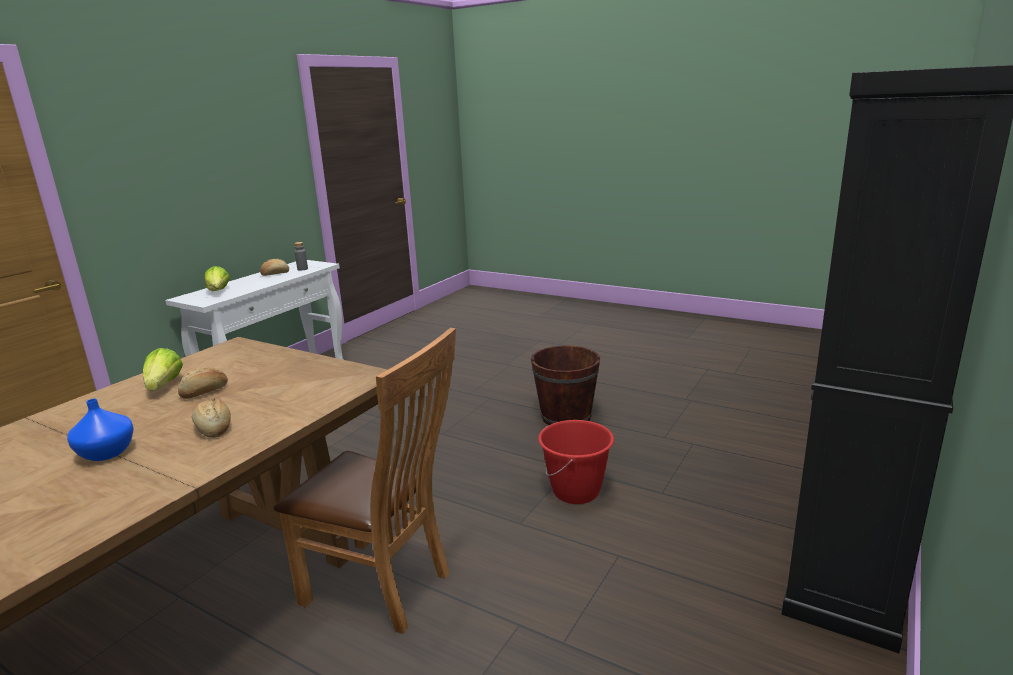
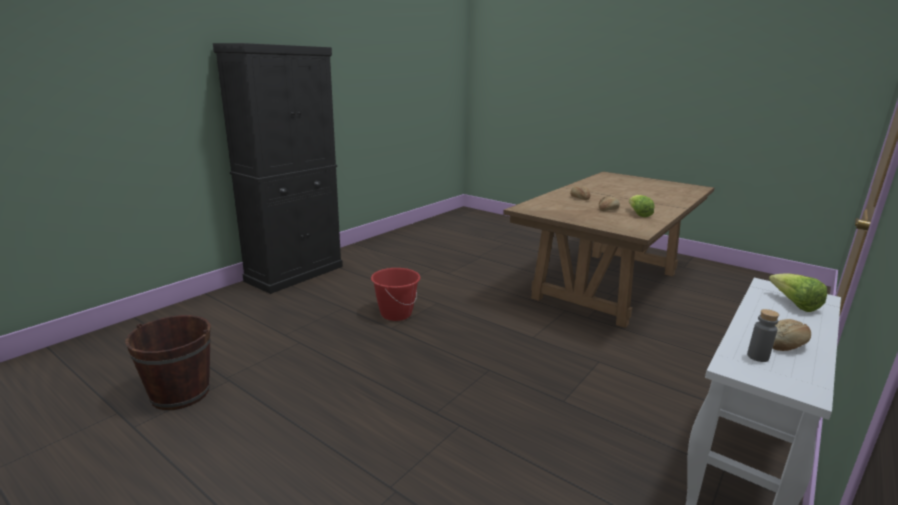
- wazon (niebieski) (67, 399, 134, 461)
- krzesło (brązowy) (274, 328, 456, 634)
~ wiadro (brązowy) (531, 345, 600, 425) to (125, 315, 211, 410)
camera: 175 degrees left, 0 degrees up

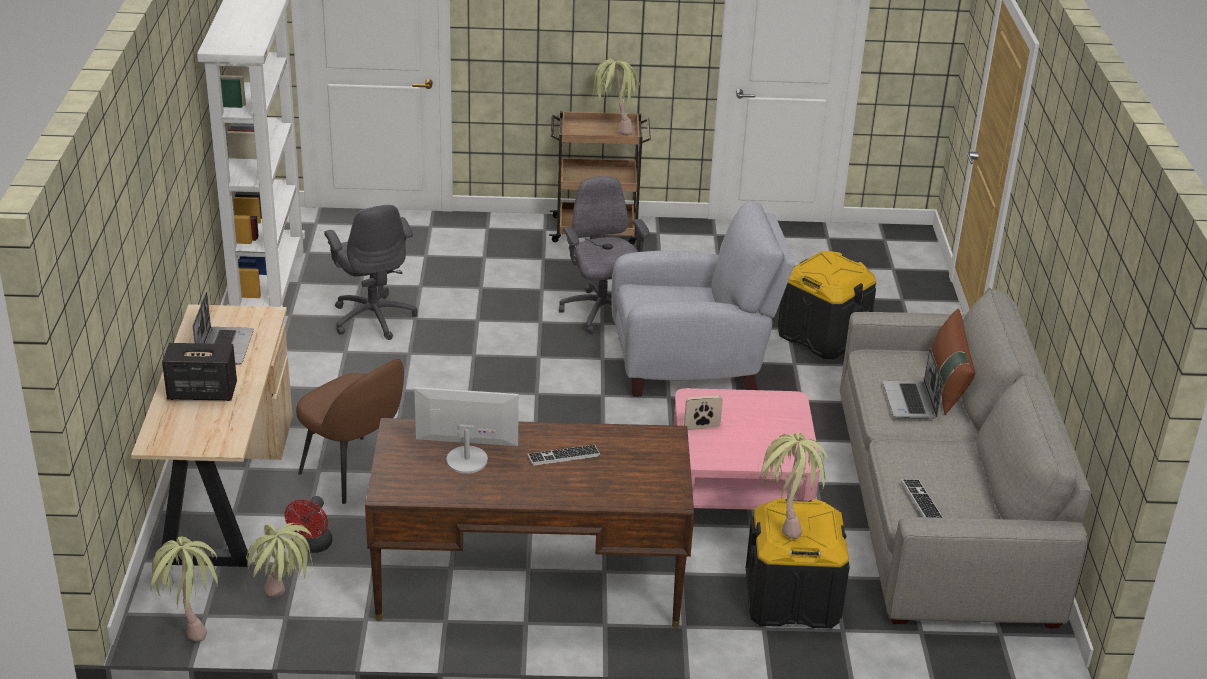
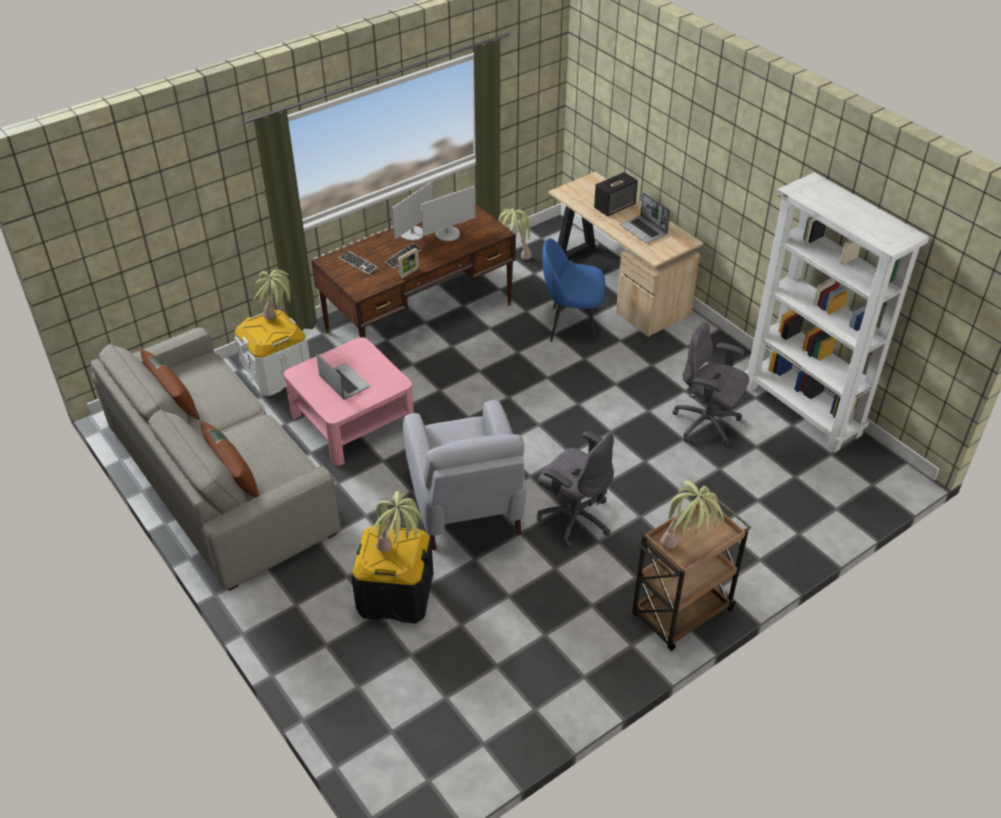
~ roślina doniczkowa (150, 536, 218, 641) to (372, 491, 422, 552)
- wentylator (czerwony) (285, 496, 333, 553)
~ krzesło (brązowy) (296, 359, 404, 504) to krzesło (niebieski) (542, 238, 605, 345)
~ fotel (szary) (611, 201, 795, 397) = (403, 400, 526, 550) 60 degrees counterclockwise
~ ramka na zdjęcie (684, 395, 723, 430) to (398, 248, 419, 278)
~ pojemnik do przechowywania (czarny) (746, 498, 850, 629) to pojemnik do przechowywania (biały) (235, 310, 310, 396)
~ laptop (883, 348, 943, 418) to (316, 353, 370, 400)
~ klawiatura (901, 479, 943, 518) to (339, 251, 377, 275)
+ poduszka (brązowy) (140, 349, 200, 420)
+ monitor (392, 181, 434, 241)
camera: 145 degrees right, 10 degrees up

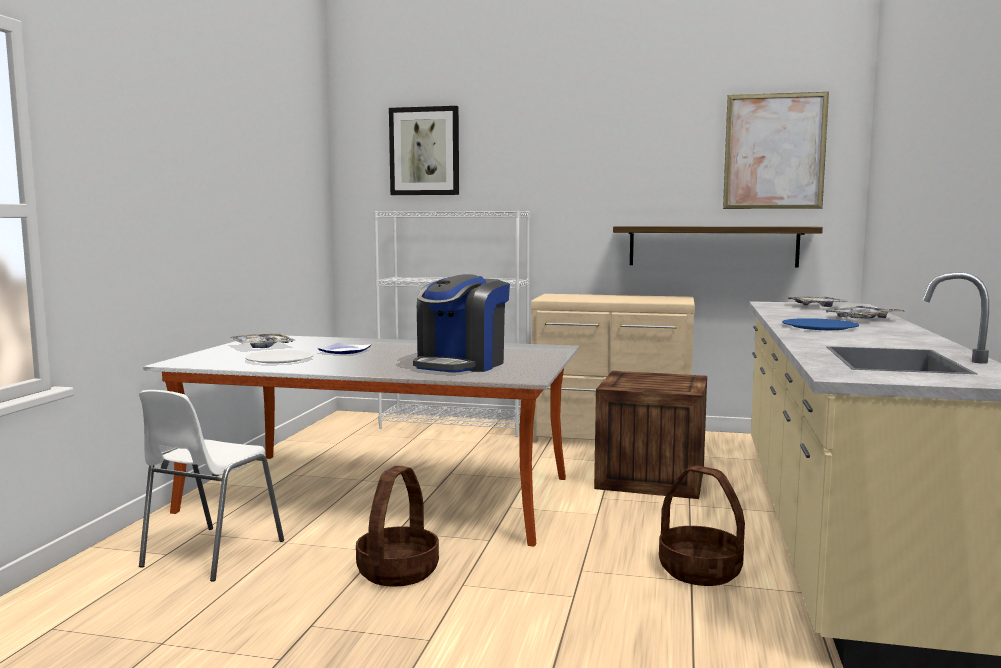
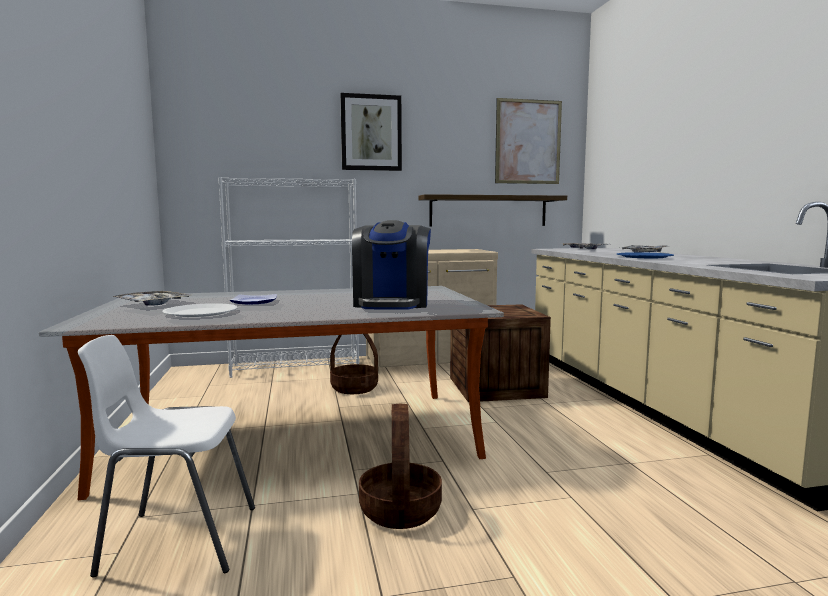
~ krzesło (biały) (139, 390, 284, 582) = (78, 335, 255, 577) 90 degrees clockwise
~ obraz (389, 106, 459, 195) to (340, 93, 402, 171)
~ koszyk (659, 465, 745, 586) to (330, 334, 378, 394)
camera: 25 degrees left, 0 degrees up

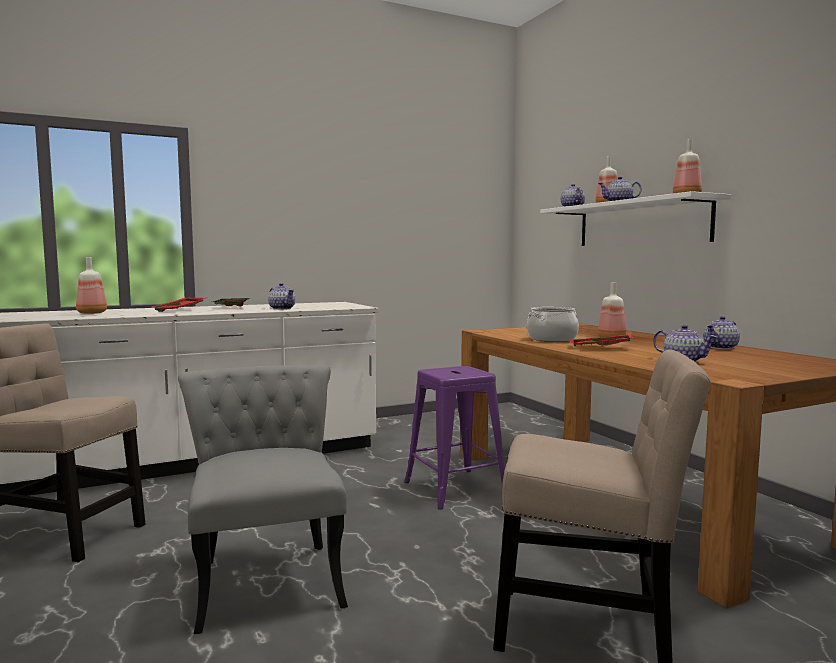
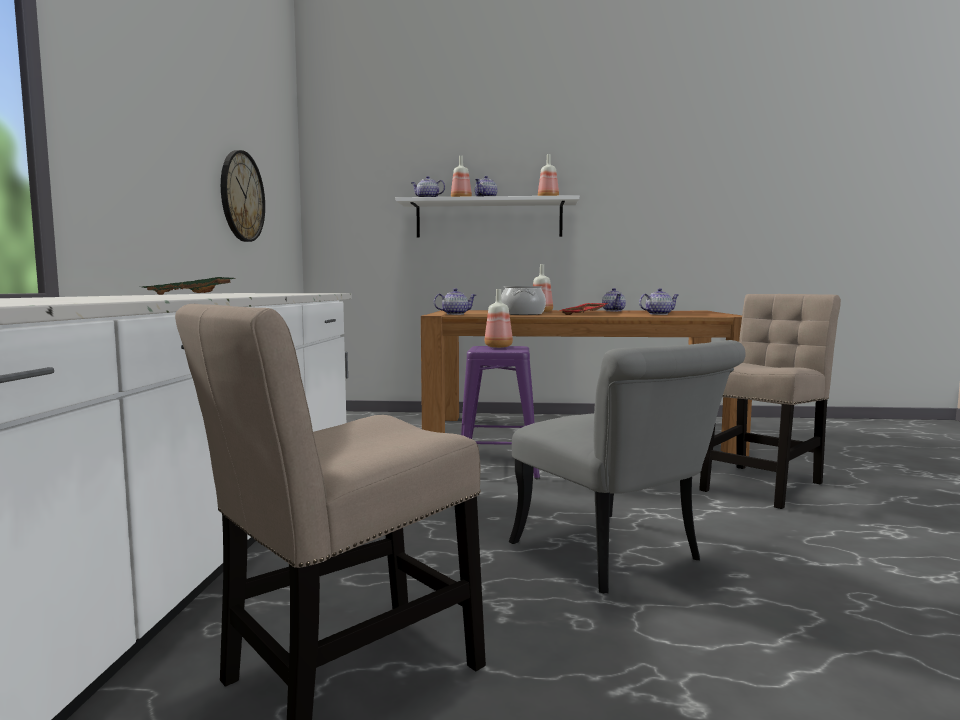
~ butelka (76, 257, 107, 314) to (485, 289, 513, 348)
- taca (czerwony) (152, 298, 206, 312)
~ krzesło (szary) (178, 365, 348, 634) = (509, 340, 746, 593) 135 degrees counterclockwise
~ imbryk (268, 283, 295, 310) to (434, 288, 476, 315)
+ zegar ścienny (221, 150, 265, 242)
camera: 60 degrees left, 0 degrees up

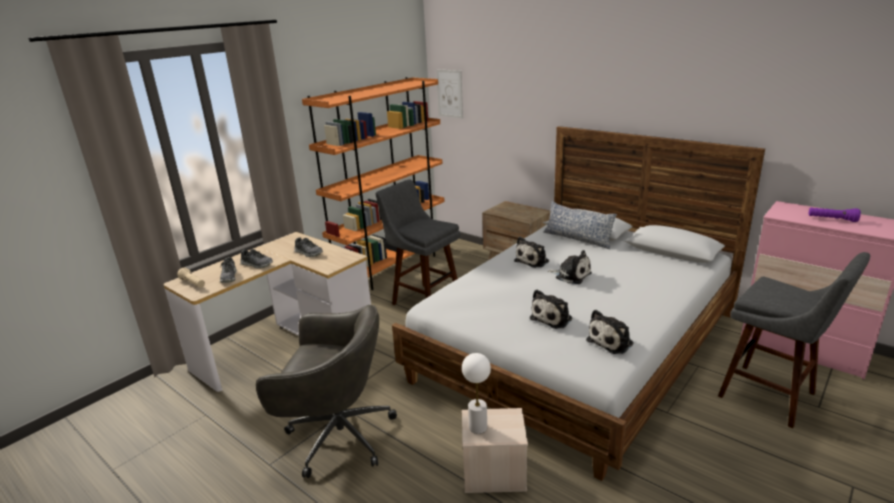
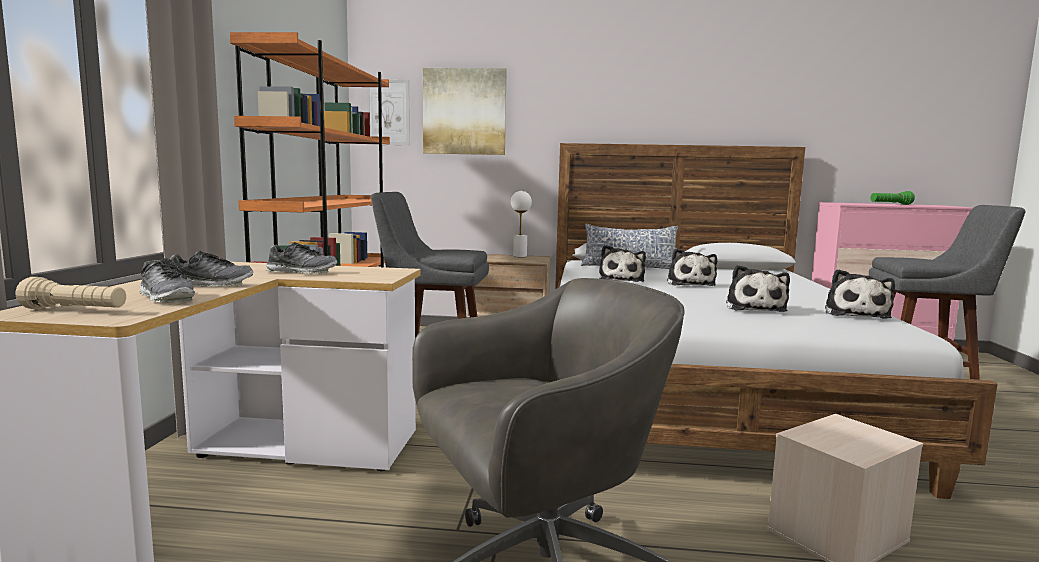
~ lampa stołowa (biały) (462, 353, 491, 434) to (511, 191, 532, 257)
~ pluszak (548, 250, 592, 284) = (667, 248, 717, 286) 90 degrees clockwise
~ latarka (fioletowy) (809, 208, 861, 222) to latarka (zielony) (870, 191, 915, 205)
+ obraz (423, 68, 507, 155)
camera: 35 degrees left, 15 degrees down

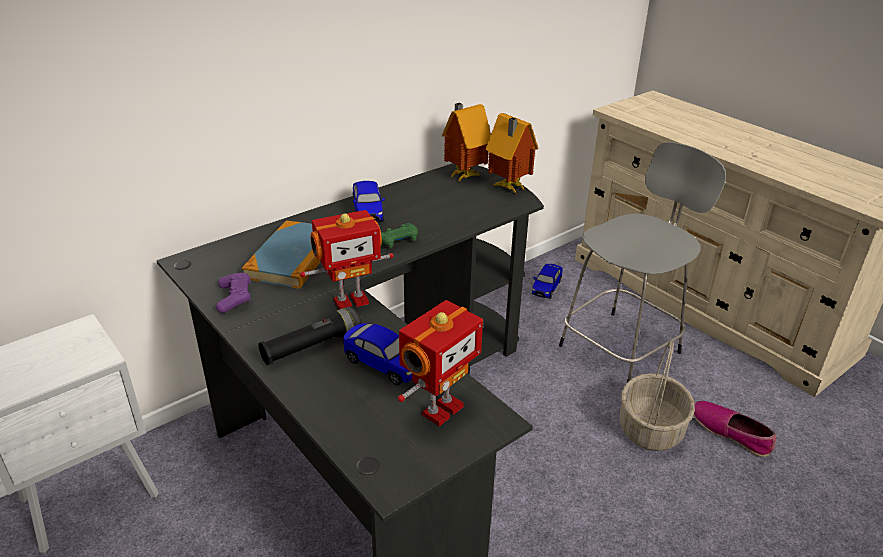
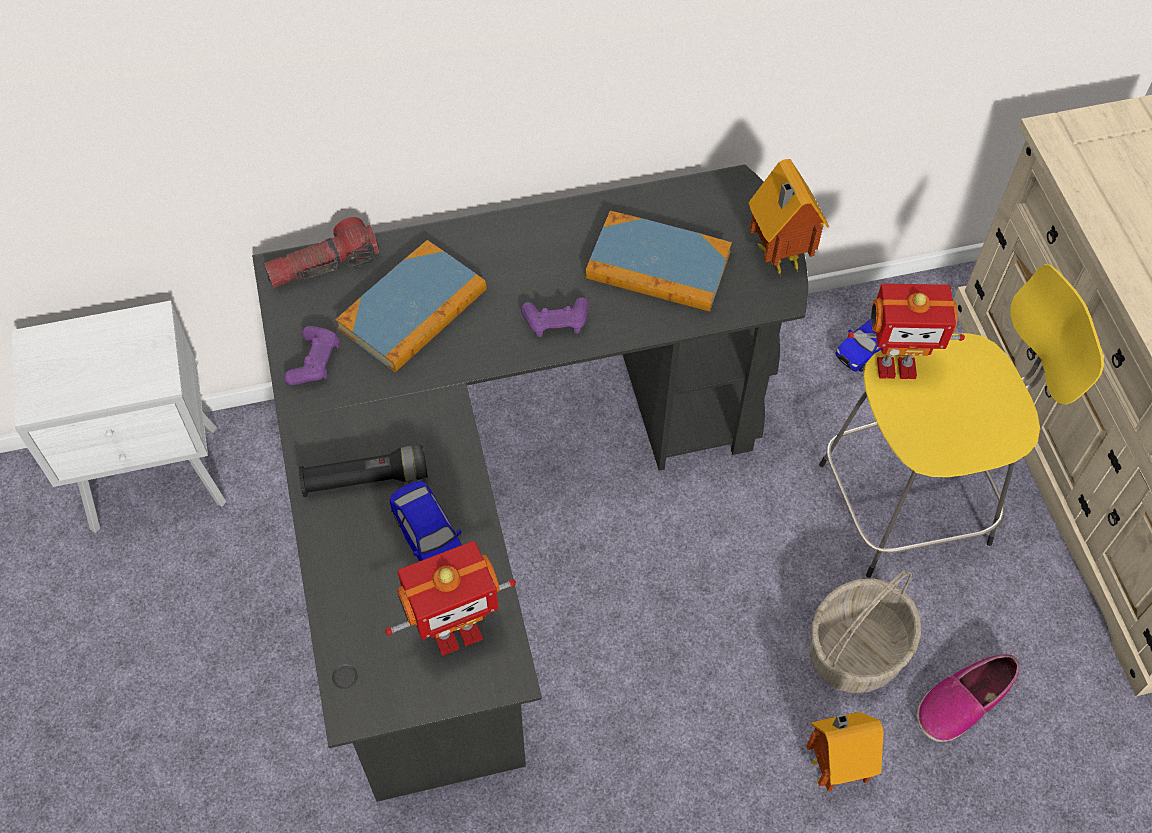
~ robot zabawkowy (300, 210, 394, 309) to (848, 283, 965, 379)
- samochodzik (353, 181, 385, 222)
~ pad do gier (zielony) (381, 223, 418, 248) to pad do gier (fioletowy) (521, 297, 589, 337)
~ domek (442, 102, 491, 181) to (806, 712, 884, 791)
~ stołek (szary) (559, 142, 726, 382) to stołek (żółty) (819, 264, 1104, 578)
~ but (693, 401, 776, 457) = (917, 654, 1019, 742) 105 degrees counterclockwise
+ latarka (264, 217, 379, 288)
+ książka (586, 210, 732, 312)
camera: 25 degrees right, 25 degrees up

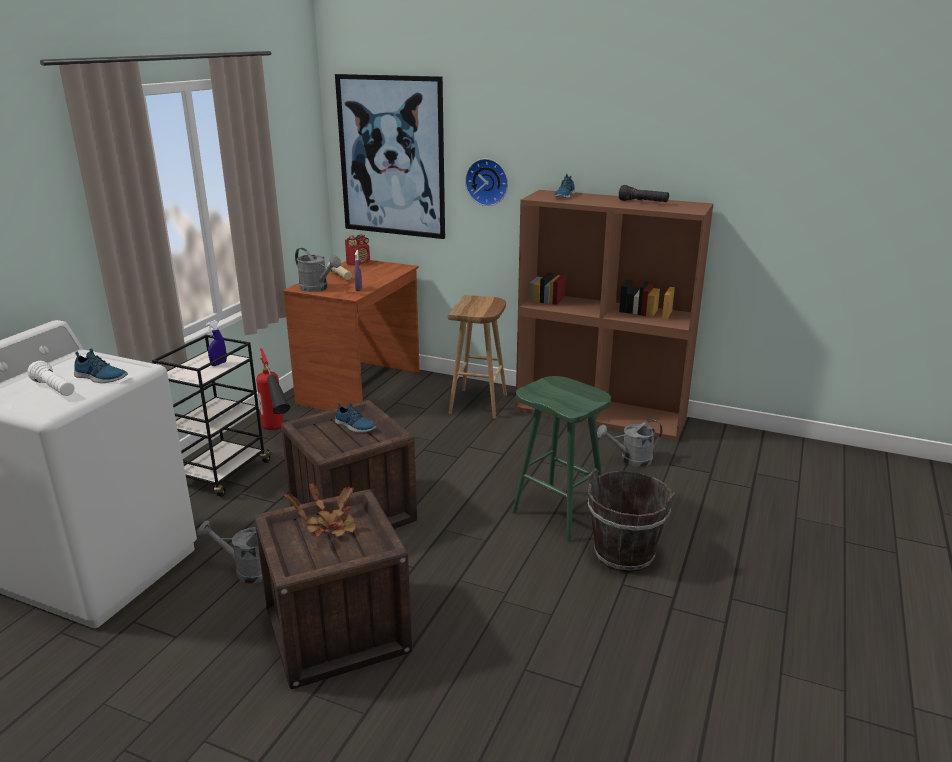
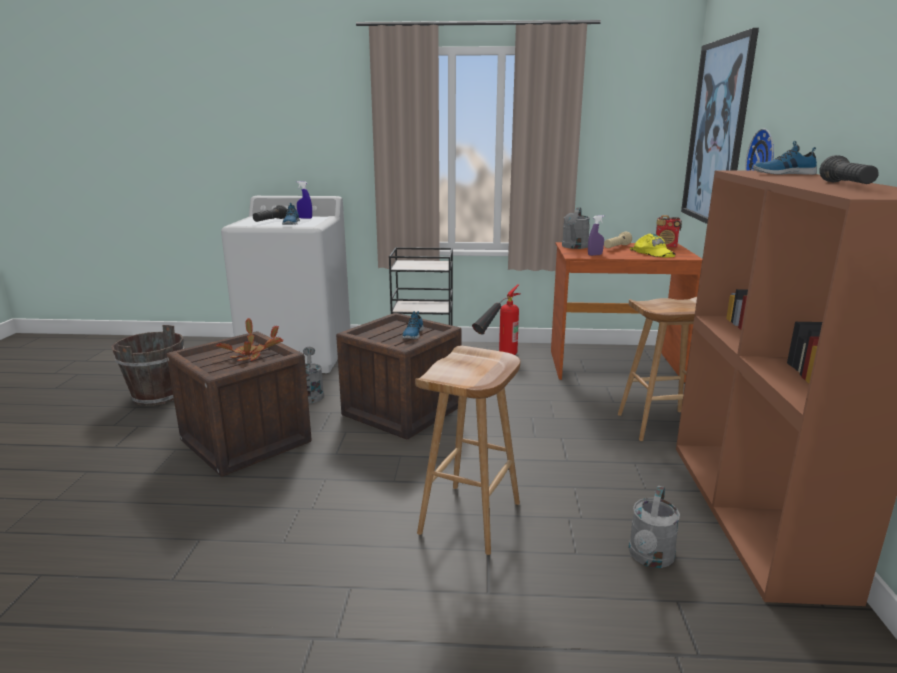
~ latarka (biały) (27, 361, 74, 396) to latarka (czarny) (253, 205, 287, 222)
~ spryskiwacz (niebieski) (206, 320, 227, 366) to (297, 181, 312, 219)
~ stołek (zielony) (512, 376, 611, 542) to stołek (brązowy) (415, 346, 521, 555)
~ wiadro (brązowy) (588, 468, 675, 573) to (111, 325, 185, 406)
~ konewka (szary) (597, 420, 662, 467) = (629, 486, 680, 568) 120 degrees counterclockwise
+ czapka z daszkiem (żółty) (630, 234, 676, 257)
camera: 70 degrees right, 5 degrees down

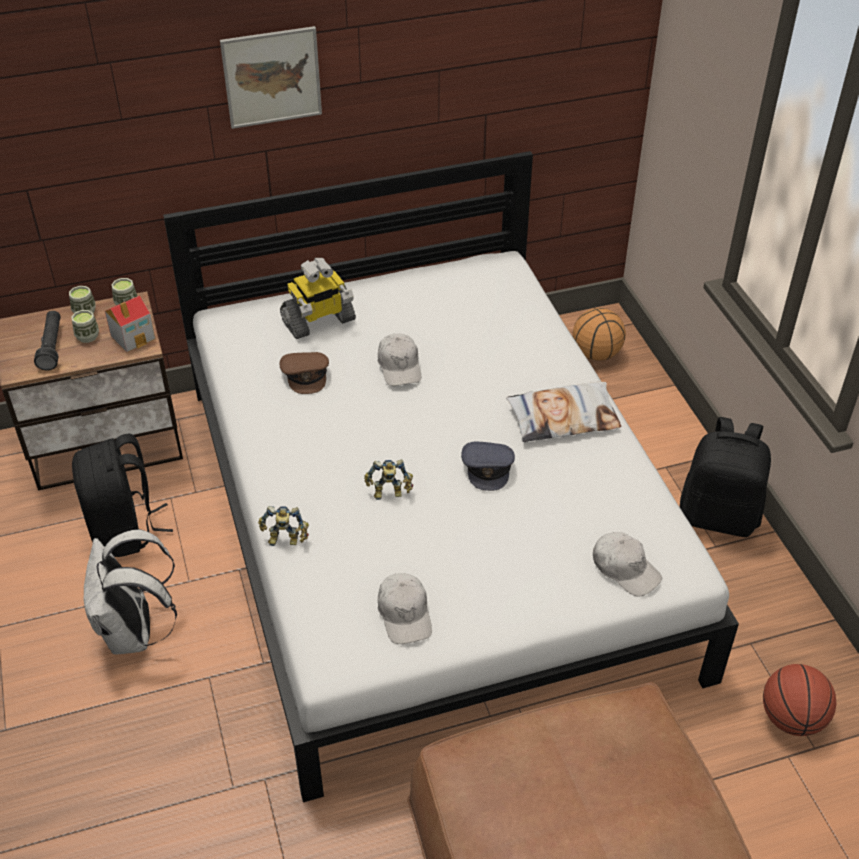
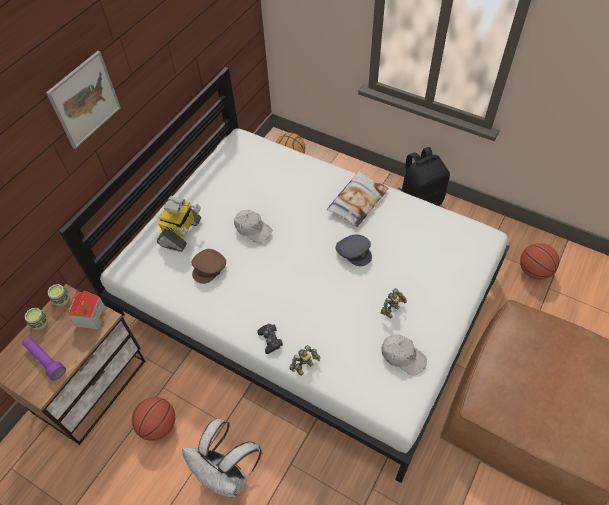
~ latarka (czarny) (34, 311, 61, 370) to latarka (fioletowy) (22, 337, 66, 380)
- filiżanka (72, 310, 99, 343)
~ plecak (czarny) (72, 434, 173, 557) to piłka do koszykówki (132, 397, 175, 441)
~ czapka z daszkiem (brązowy) (280, 352, 329, 394) = (191, 249, 226, 284) 90 degrees clockwise
~ robot zabawkowy (364, 459, 413, 500) to (380, 288, 407, 318)
- czapka z daszkiem (biały) (593, 532, 662, 597)
+ pad do gier (czarny) (257, 324, 283, 354)
camera: 40 degrees left, 10 degrees up

